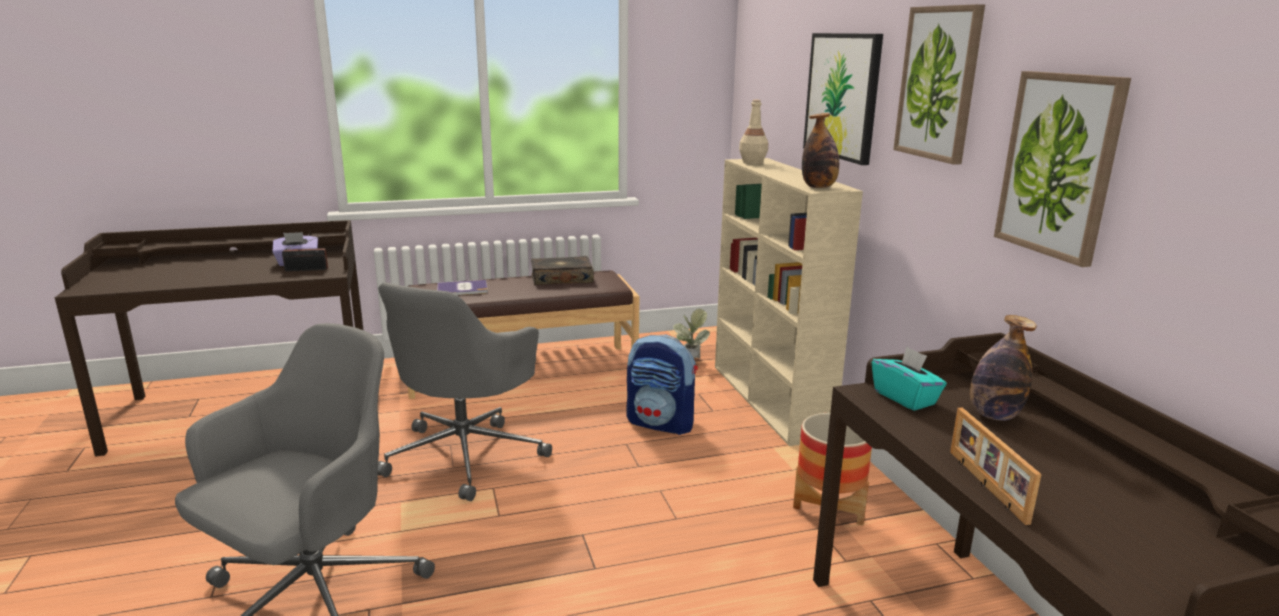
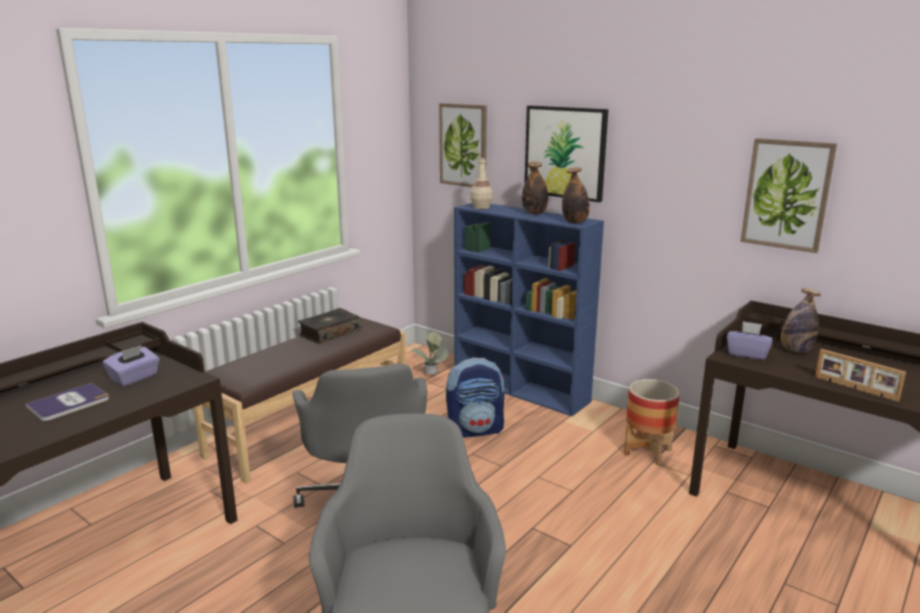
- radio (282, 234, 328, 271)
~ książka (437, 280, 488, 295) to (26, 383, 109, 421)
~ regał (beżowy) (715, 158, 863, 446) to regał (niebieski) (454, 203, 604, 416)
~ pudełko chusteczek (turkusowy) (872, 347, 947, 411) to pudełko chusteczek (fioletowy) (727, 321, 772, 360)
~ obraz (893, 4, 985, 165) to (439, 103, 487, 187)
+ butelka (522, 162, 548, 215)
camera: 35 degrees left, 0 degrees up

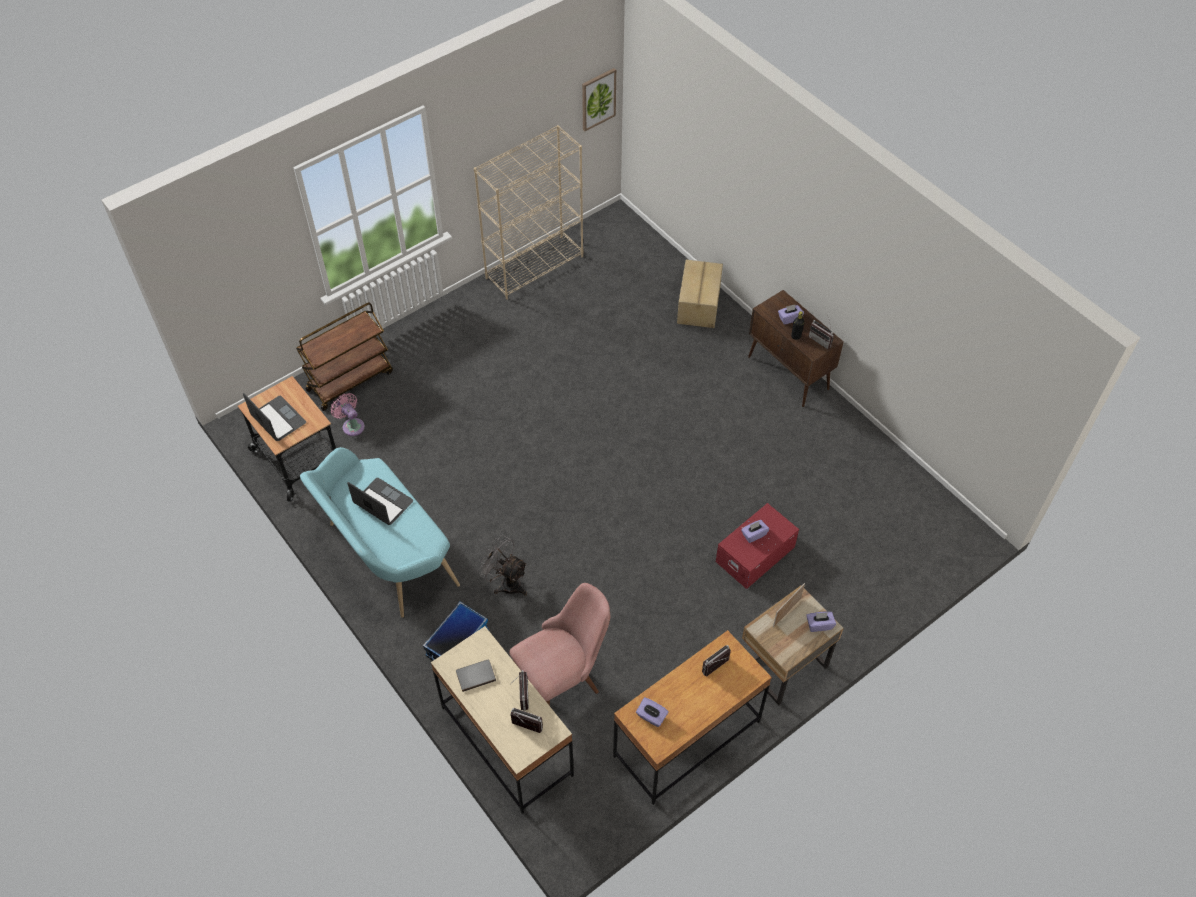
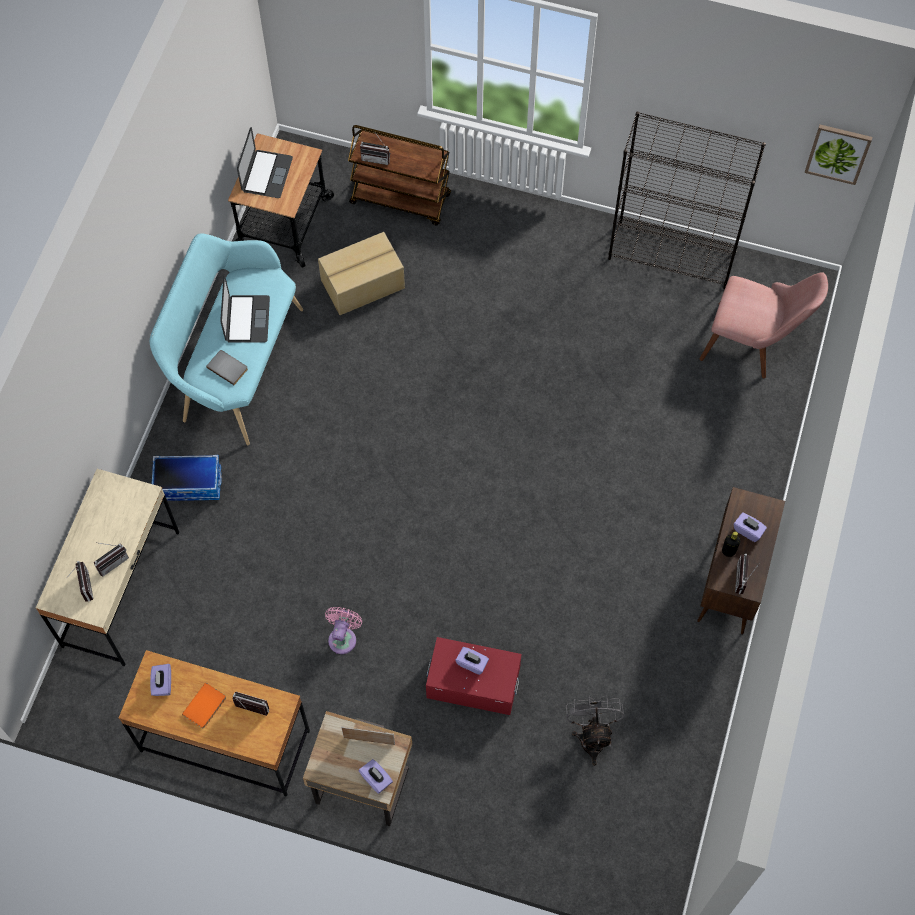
~ wentylator (różowy) (331, 393, 365, 436) to (325, 607, 362, 654)
~ książka (szary) (456, 660, 496, 692) to (206, 350, 248, 385)
~ regał (beżowy) (474, 125, 583, 300) to regał (czarny) (608, 112, 766, 289)
~ wentylator (szary) (477, 535, 528, 596) to (566, 695, 624, 766)
~ krzesło (różowy) (509, 583, 610, 706) to (700, 272, 828, 378)
~ karton (677, 260, 723, 328) to (318, 232, 405, 315)
+ książka (pomarańczowy) (182, 682, 226, 728)
+ radio (360, 133, 390, 165)
camera: 55 degrees right, 10 degrees up

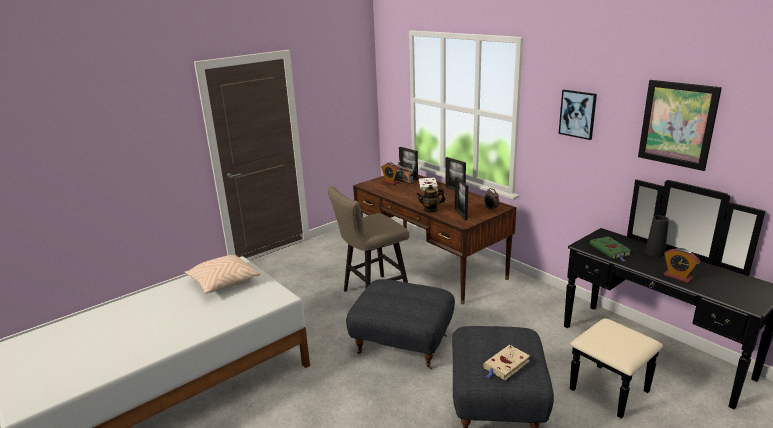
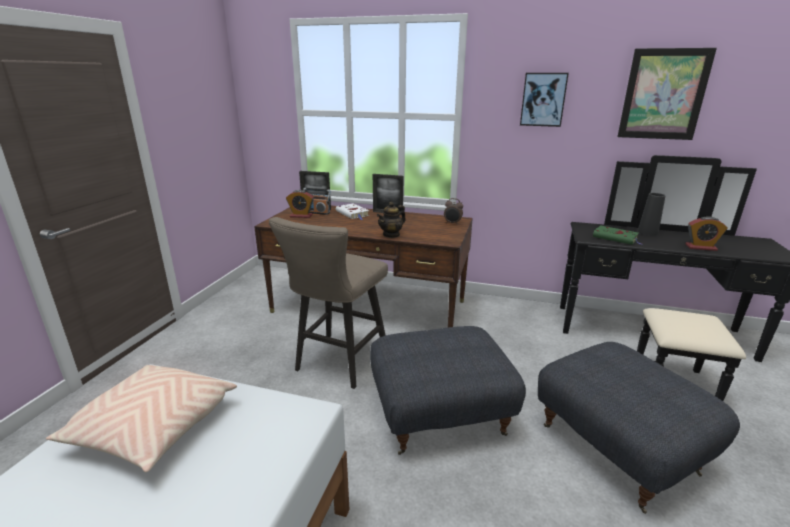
- ramka na zdjęcie (455, 177, 468, 220)
- książka (beżowy) (483, 345, 530, 380)
camera: 35 degrees left, 0 degrees up

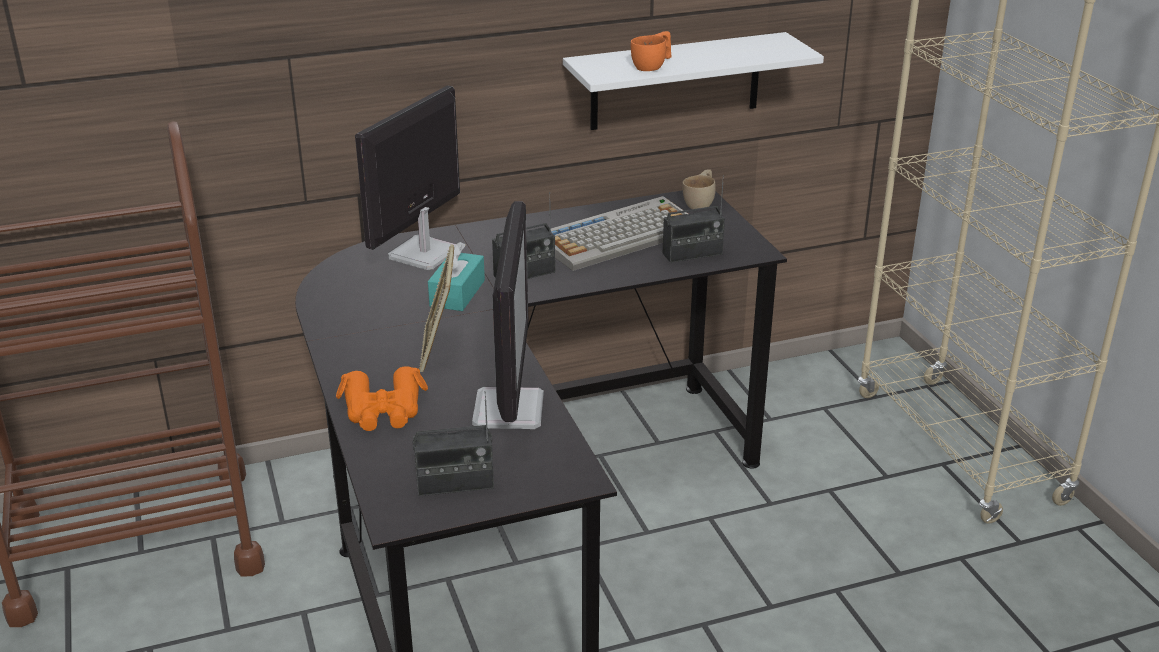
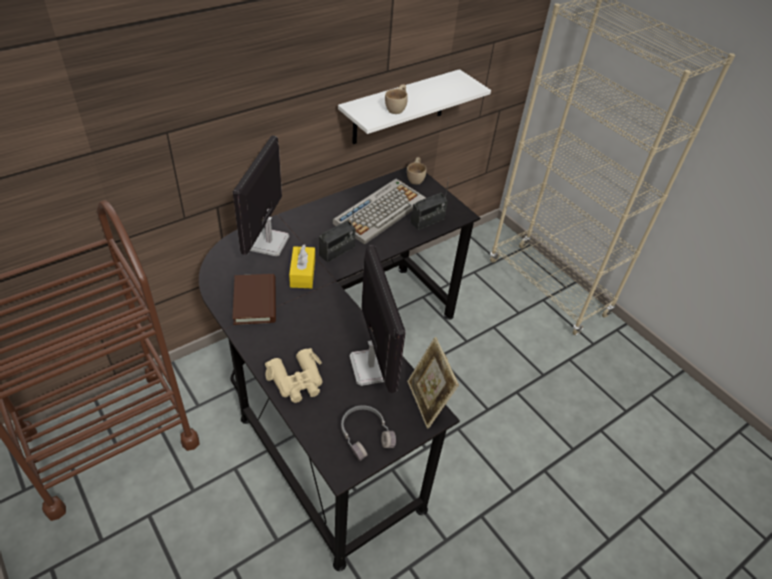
~ lornetka (pomarańczowy) (336, 367, 428, 431) to lornetka (beżowy) (265, 348, 323, 403)
~ radio (413, 391, 494, 496) to słuchawki (szary) (341, 405, 396, 461)
~ ramka na zdjęcie (419, 244, 454, 372) to (407, 337, 459, 429)
~ pudełko chusteczek (turkusowy) (428, 242, 485, 311) to pudełko chusteczek (żółty) (289, 244, 315, 288)
~ filiżanka (pomarańczowy) (631, 31, 672, 71) to filiżanka (beżowy) (385, 84, 408, 114)
+ książka (brązowy) (232, 274, 276, 325)
camera: 20 degrees left, 15 degrees up

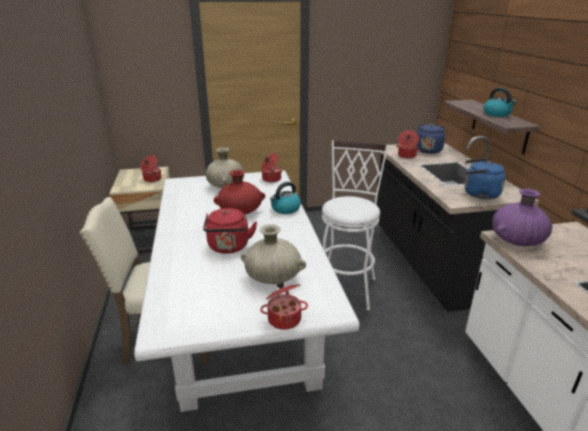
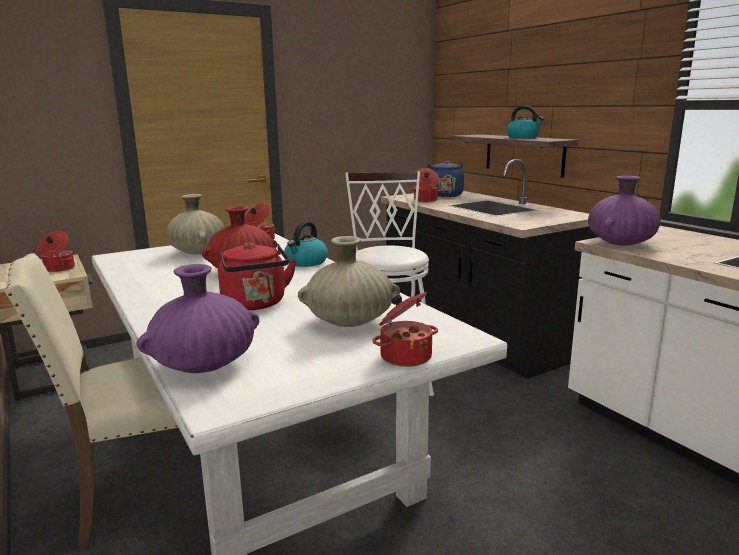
- czajnik (niebieski) (464, 158, 506, 199)
+ wazon (fioletowy) (137, 264, 259, 373)
camera: 20 degrees left, 10 degrees down

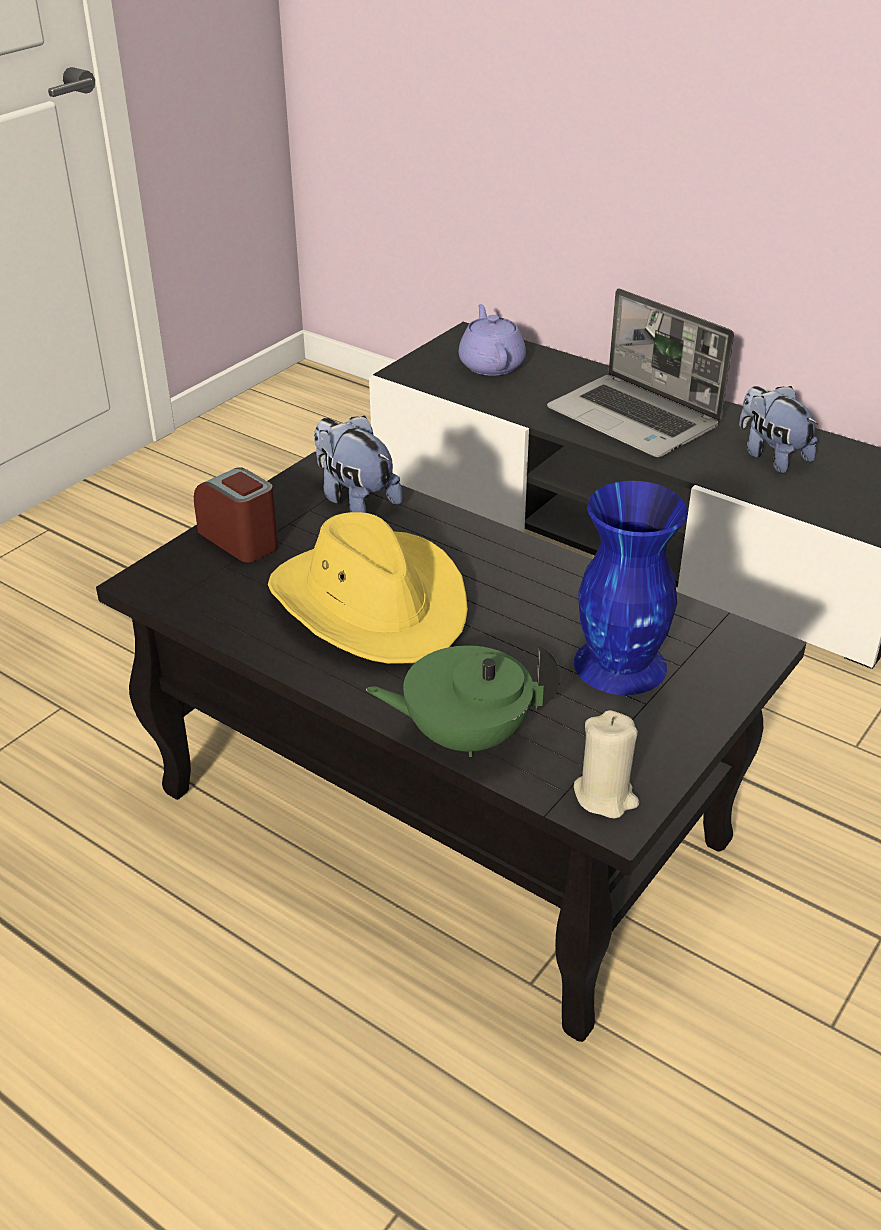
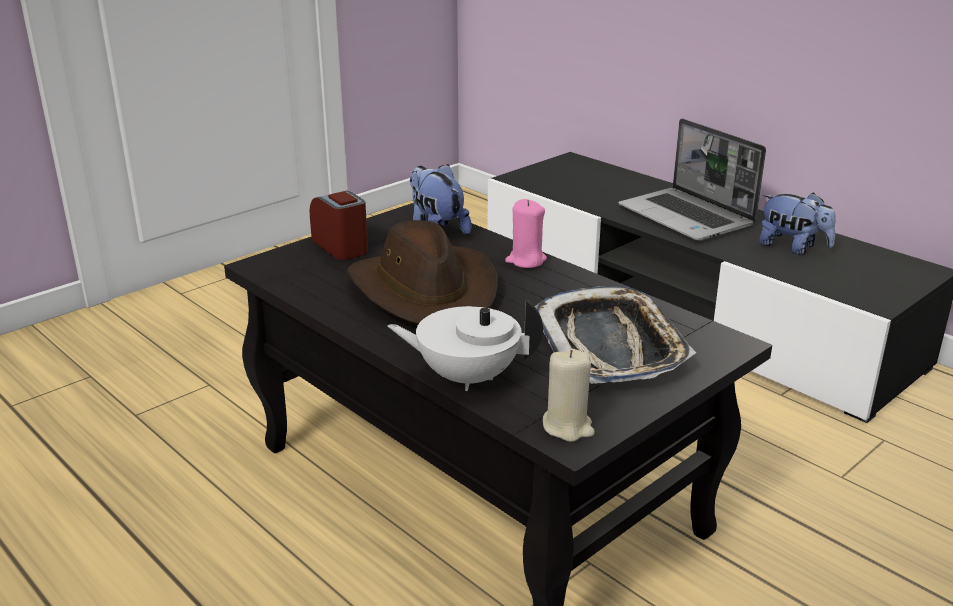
~ kapelusz (żółty) (268, 512, 468, 664) to kapelusz (brązowy) (347, 220, 498, 324)
~ imbryk (zielony) (366, 645, 560, 757) to imbryk (biały) (387, 299, 543, 391)
- imbryk (fioletowy) (458, 304, 526, 376)
~ wazon (niebieski) (574, 481, 688, 695) to taca (535, 286, 696, 384)
~ pluszak (739, 386, 818, 473) = (759, 192, 836, 255) 150 degrees clockwise
+ świeca (różowy) (505, 199, 547, 268)
camera: 10 degrees right, 10 degrees down

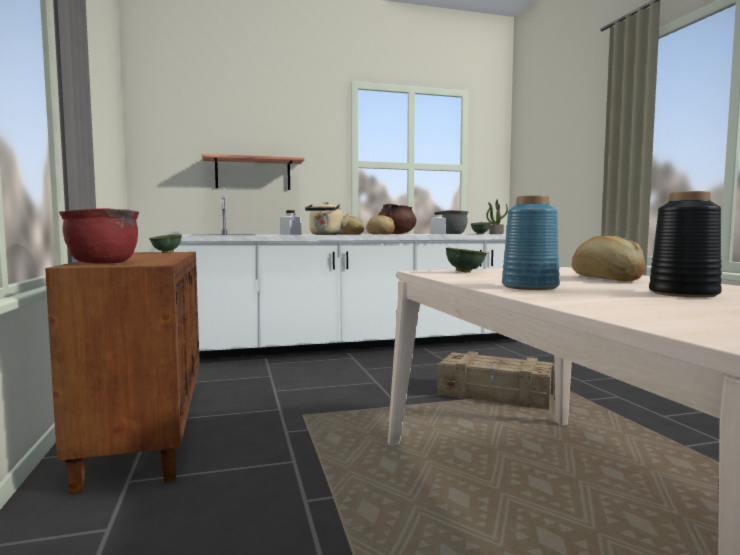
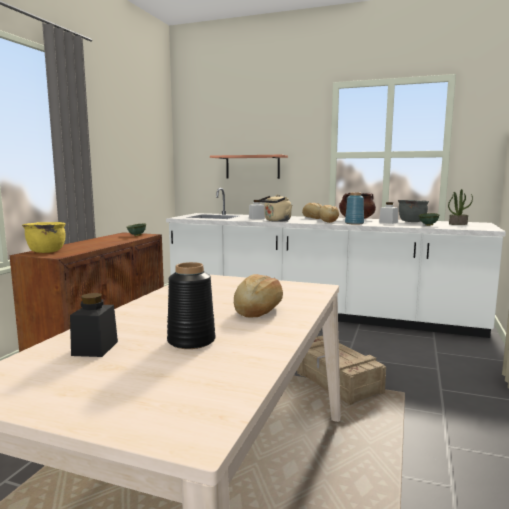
~ garnek (czerwony) (59, 208, 139, 264) to garnek (żółty) (22, 222, 66, 253)
- miska (zielony) (446, 248, 487, 273)
~ wazon (niebieski) (502, 195, 560, 290) to (345, 192, 364, 225)
+ słoik (czarny) (70, 293, 118, 357)
camera: 35 degrees right, 5 degrees up

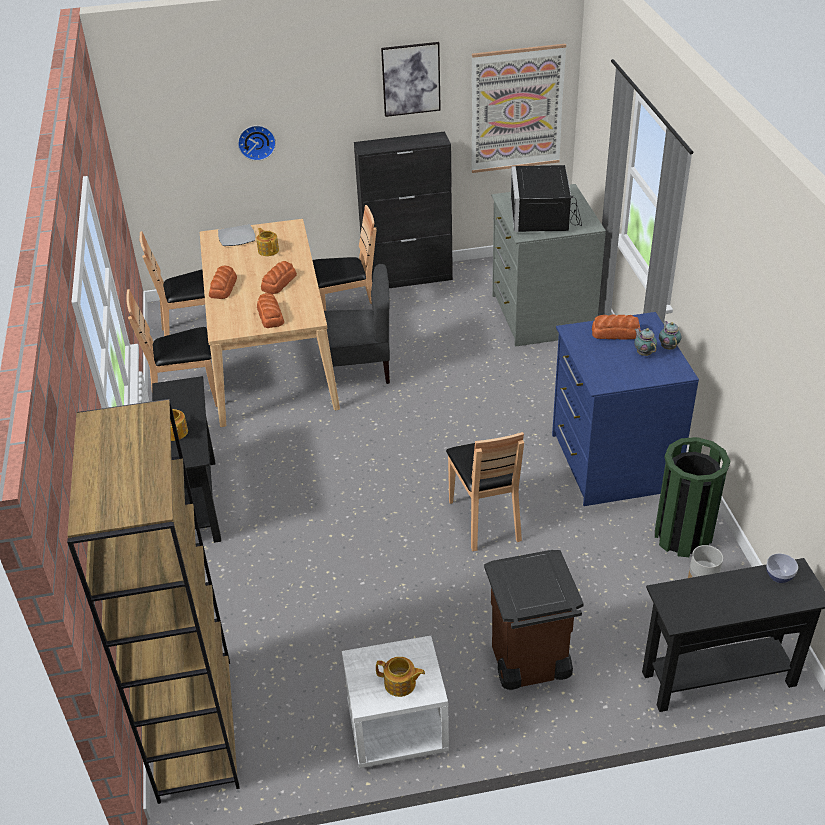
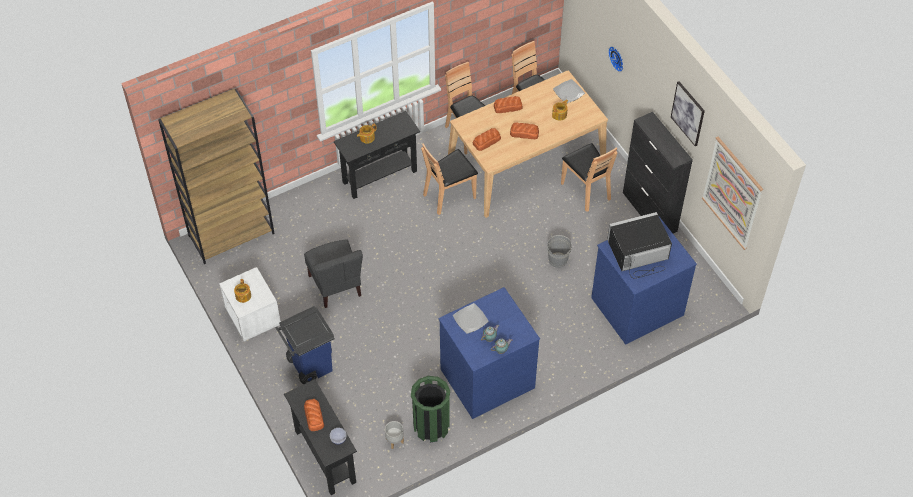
~ krzesło (szary) (324, 264, 390, 384) to (304, 239, 363, 308)
~ krzesło (brązowy) (446, 432, 524, 551) to (421, 143, 478, 215)
~ kosz na śmieci (brązowy) (484, 550, 584, 690) to kosz na śmieci (niebieski) (275, 306, 334, 384)
~ komoda (szary) (491, 184, 606, 347) to komoda (niebieski) (591, 217, 697, 344)
~ chleb (592, 314, 641, 339) to (304, 399, 324, 431)
+ talerz (453, 303, 489, 334)
+ wiadro (szary) (547, 235, 572, 268)
camera: 70 degrees right, 15 degrees up

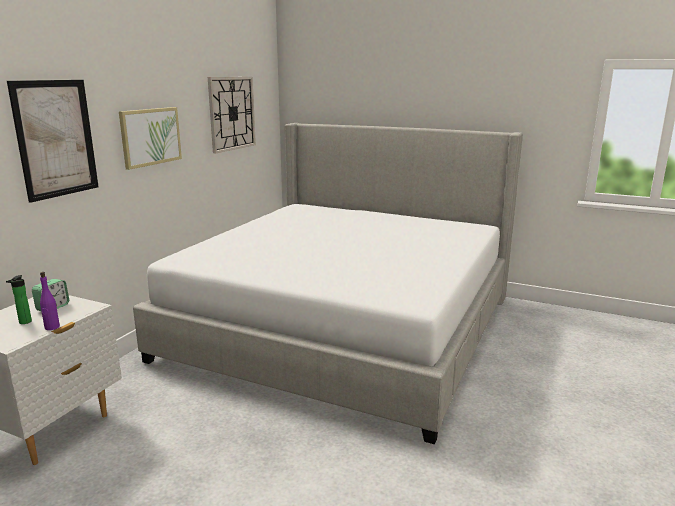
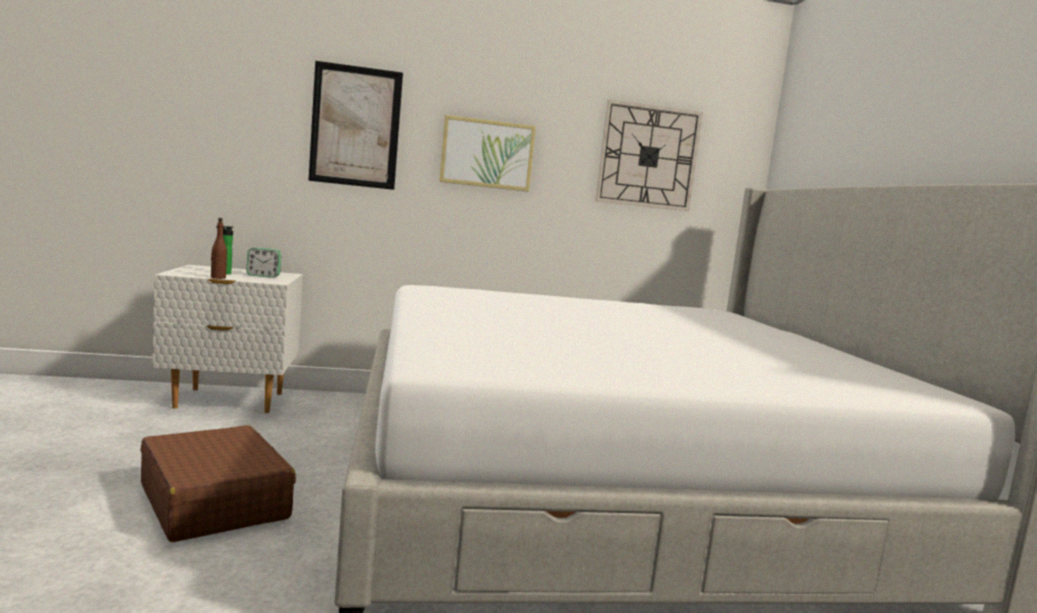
~ butelka (fioletowy) (40, 272, 60, 330) to butelka (brązowy) (211, 218, 227, 279)
+ walizka (brązowy) (140, 425, 296, 542)
camera: 55 degrees right, 10 degrees down

